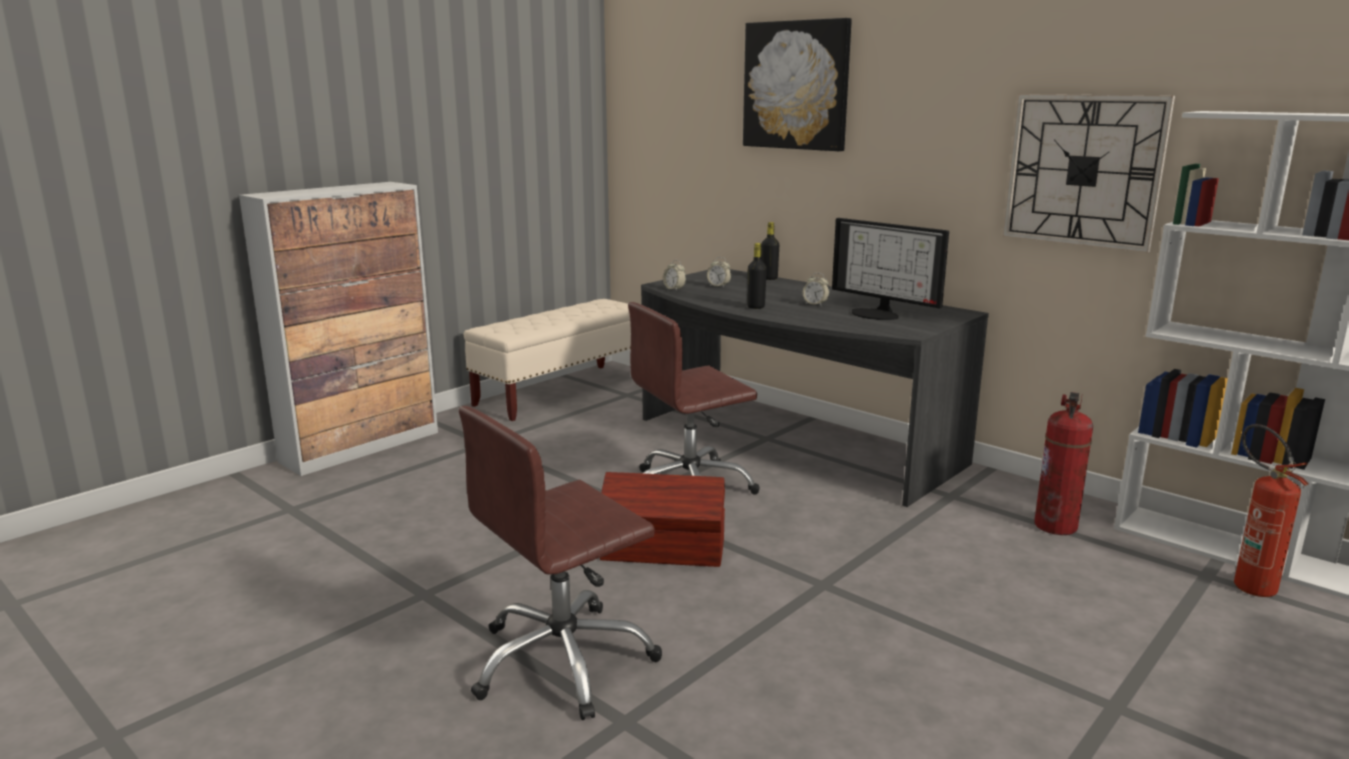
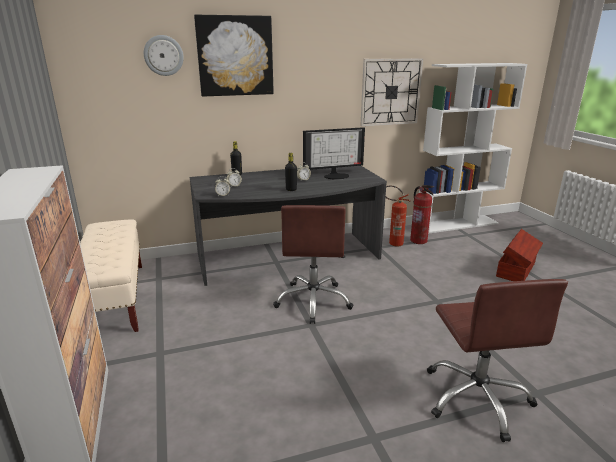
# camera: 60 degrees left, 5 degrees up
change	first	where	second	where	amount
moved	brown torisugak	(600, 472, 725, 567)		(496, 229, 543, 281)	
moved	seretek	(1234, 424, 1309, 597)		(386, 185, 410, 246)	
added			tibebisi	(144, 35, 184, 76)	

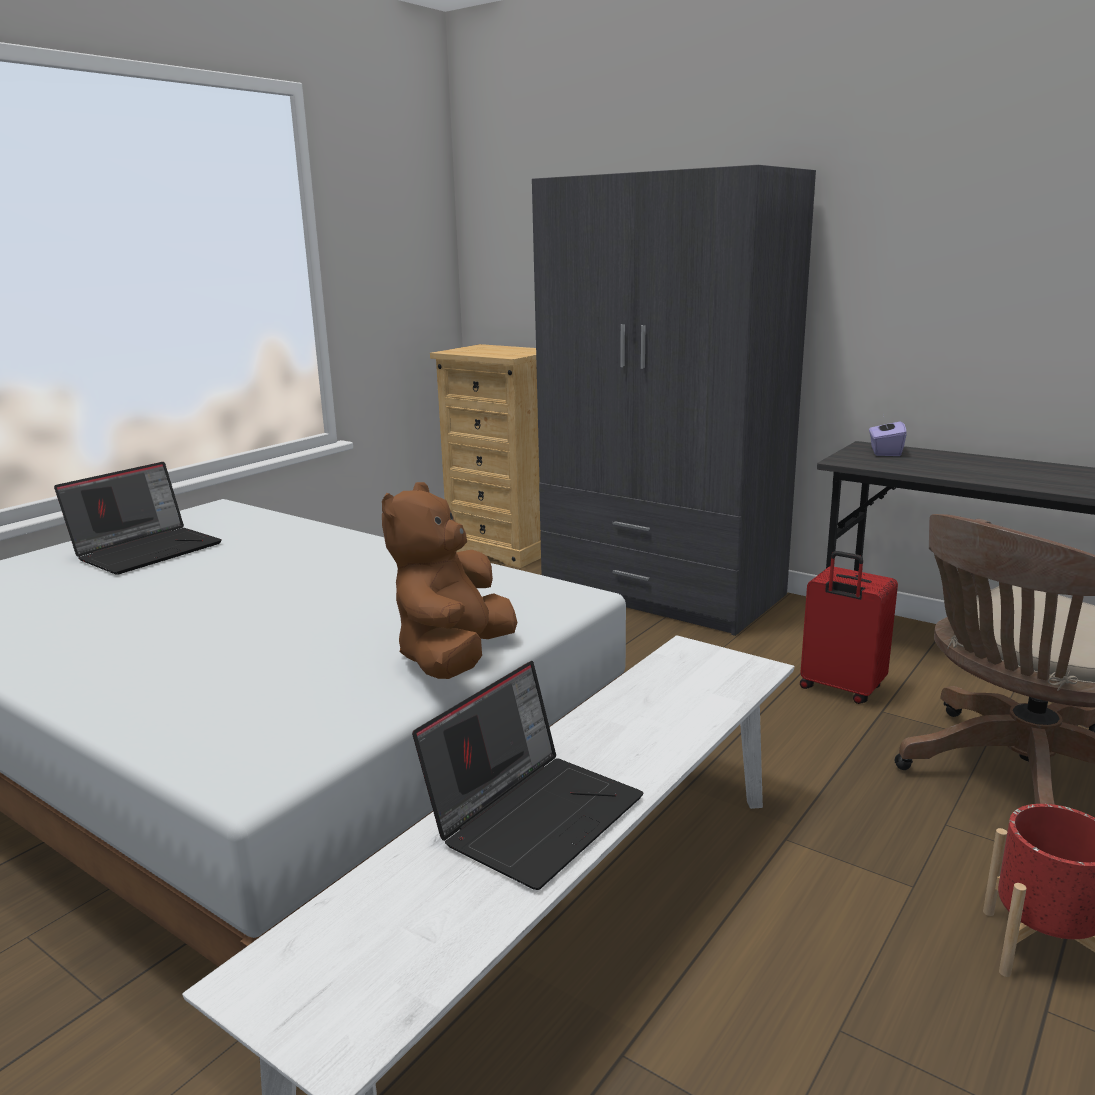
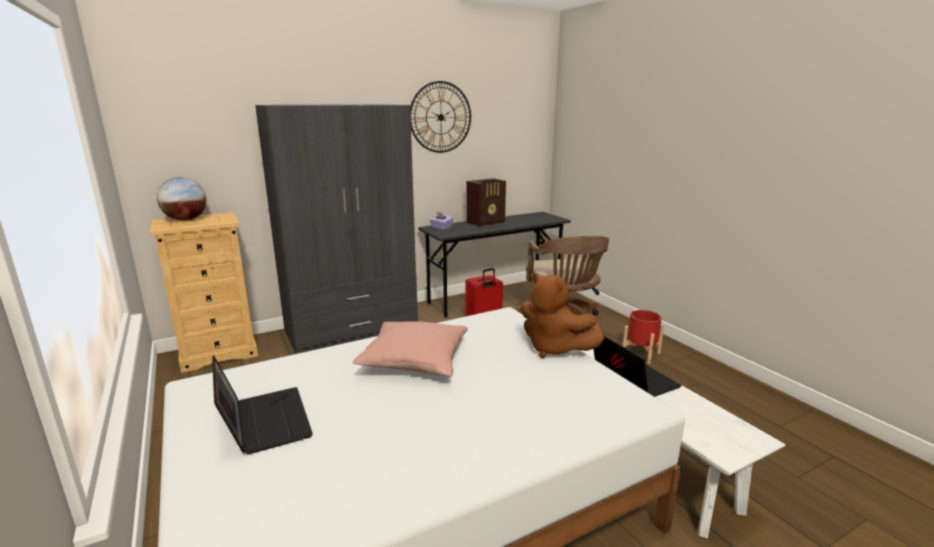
# camera: 65 degrees left, 0 degrees up
change	first	where	second	where	amount
added			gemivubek	(157, 177, 207, 221)	
added			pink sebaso	(353, 321, 468, 377)	
added			tibebisi	(410, 81, 471, 153)	
added			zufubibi	(467, 178, 506, 227)	

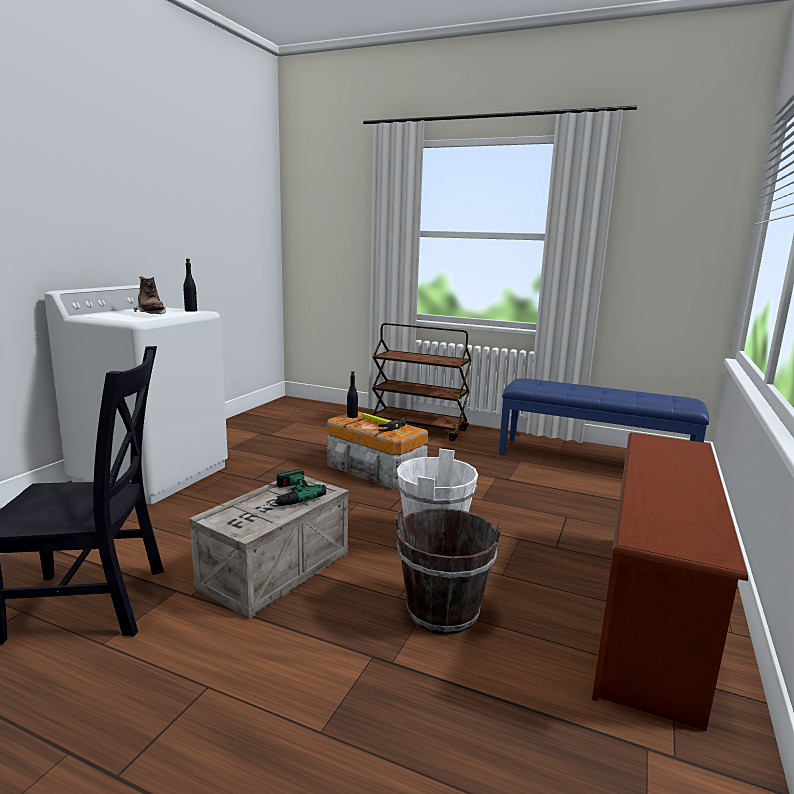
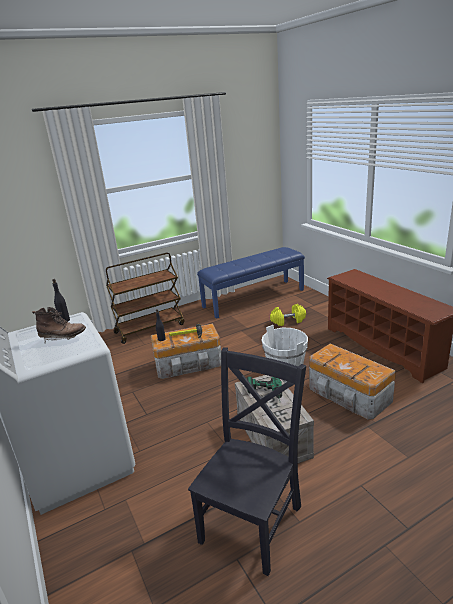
# camera: 50 degrees left, 10 degrees up
change	first	where	second	where	amount
replaced	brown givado	(395, 508, 502, 635)	torisugak	(309, 344, 396, 419)	
added			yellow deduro	(270, 304, 306, 326)	

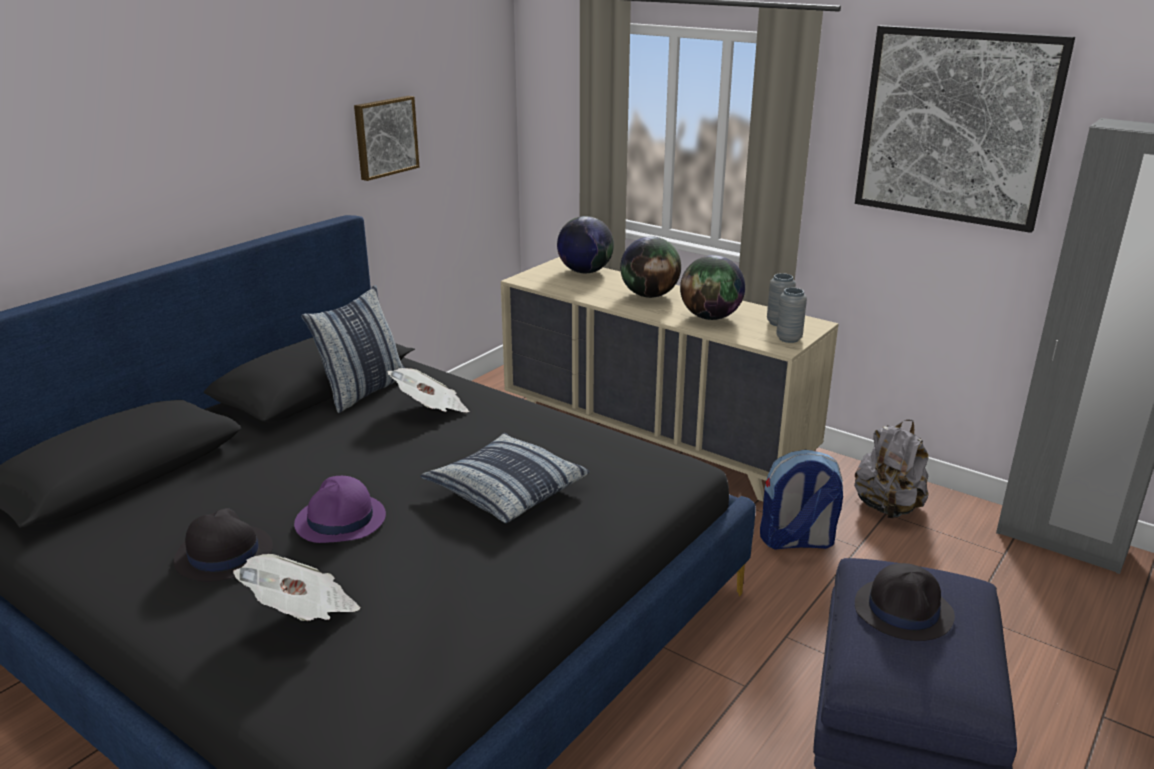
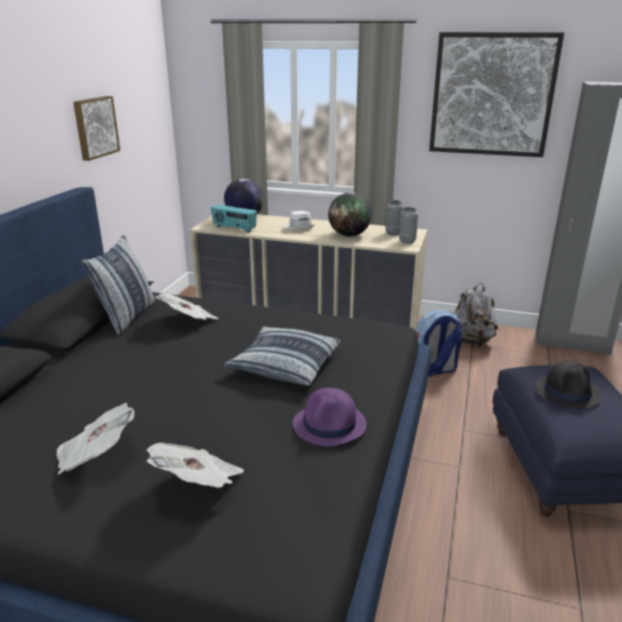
# camera: 20 degrees left, 0 degrees up
change	first	where	second	where	amount
replaced	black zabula	(174, 508, 273, 582)	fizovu	(57, 403, 135, 475)	
moved	purple zabula	(294, 476, 386, 543)		(293, 388, 366, 446)	
replaced	gemivubek	(620, 236, 681, 298)	white zabula	(286, 211, 314, 229)	
added			zufubibi	(211, 205, 257, 233)	

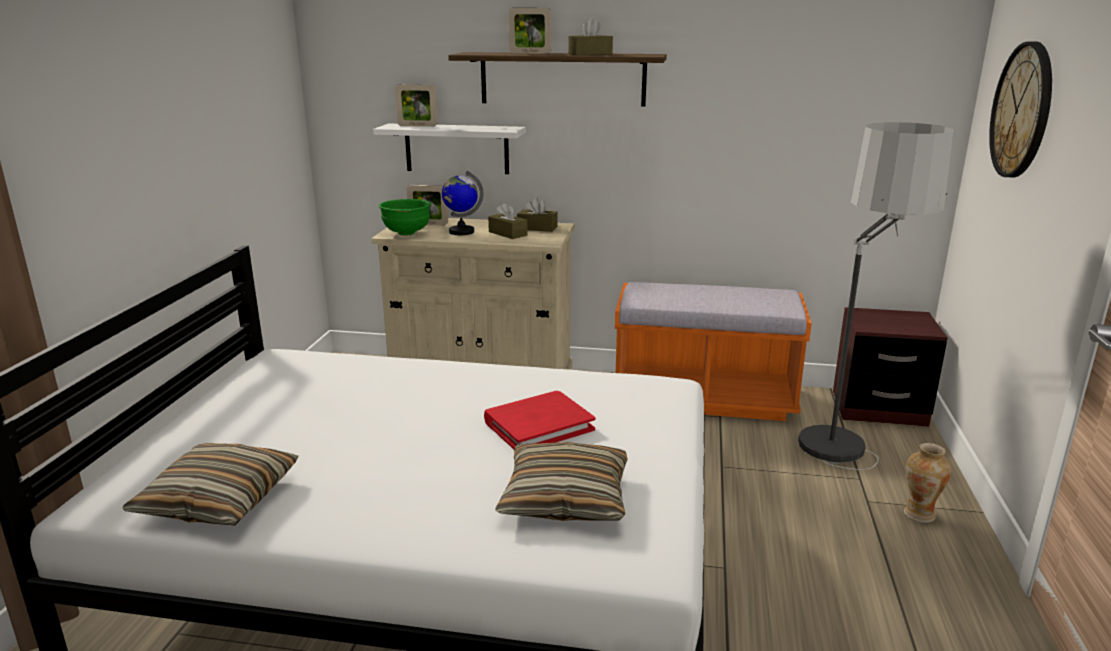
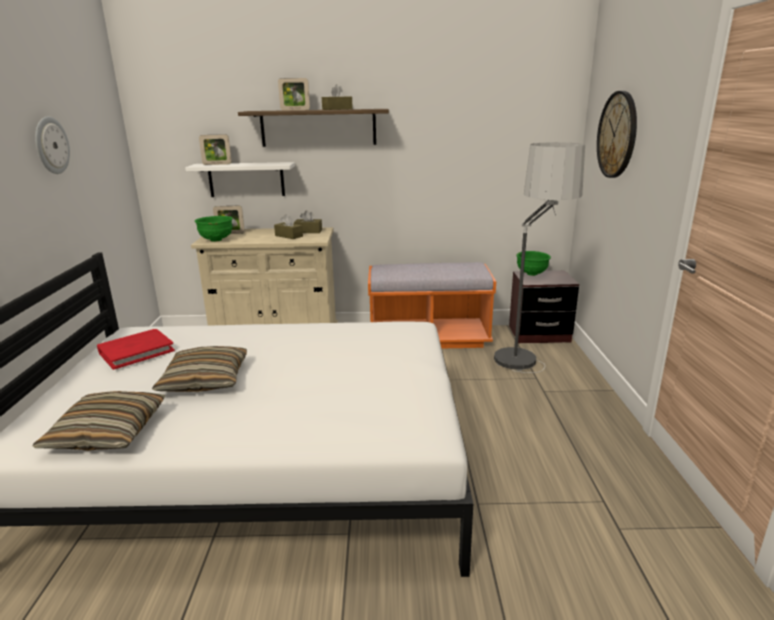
# camera: 10 degrees left, 0 degrees up
change	first	where	second	where	amount
removed	gemivubek	(442, 171, 483, 235)			
moved	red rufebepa	(484, 391, 595, 450)		(97, 329, 175, 370)	
moved	sebaso	(495, 442, 628, 521)		(152, 346, 247, 392)	
removed	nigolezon	(904, 443, 951, 523)			
added			tibebisi	(35, 116, 70, 174)	
added			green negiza	(516, 251, 551, 276)	

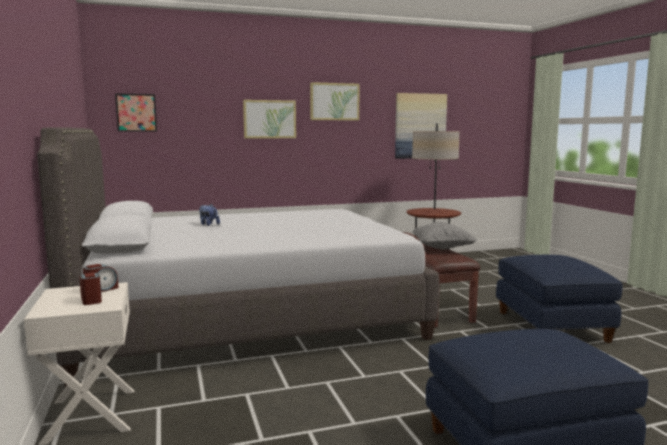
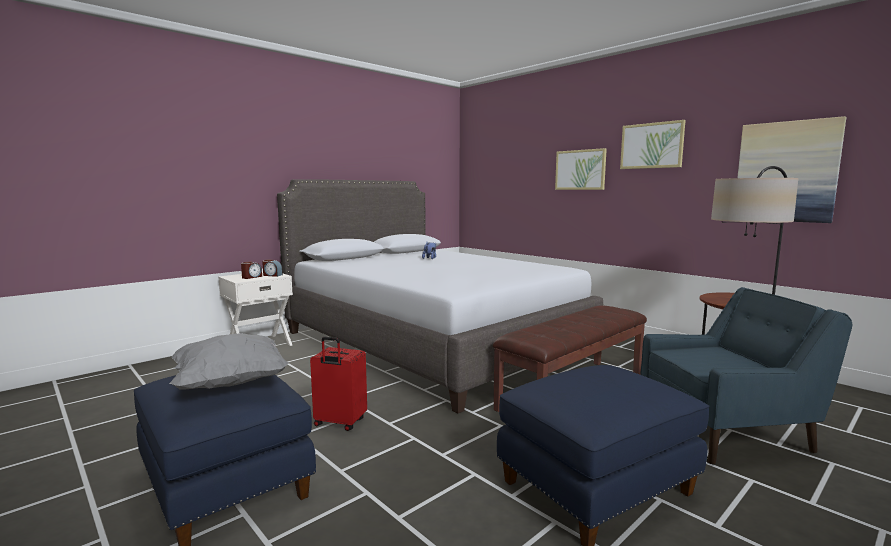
# camera: 65 degrees right, 0 degrees up
change	first	where	second	where	amount
removed	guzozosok	(115, 93, 157, 132)			
moved	grey sebaso	(412, 222, 476, 249)		(169, 333, 289, 390)	
added			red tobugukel	(310, 337, 367, 431)	
added			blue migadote	(640, 287, 853, 464)	

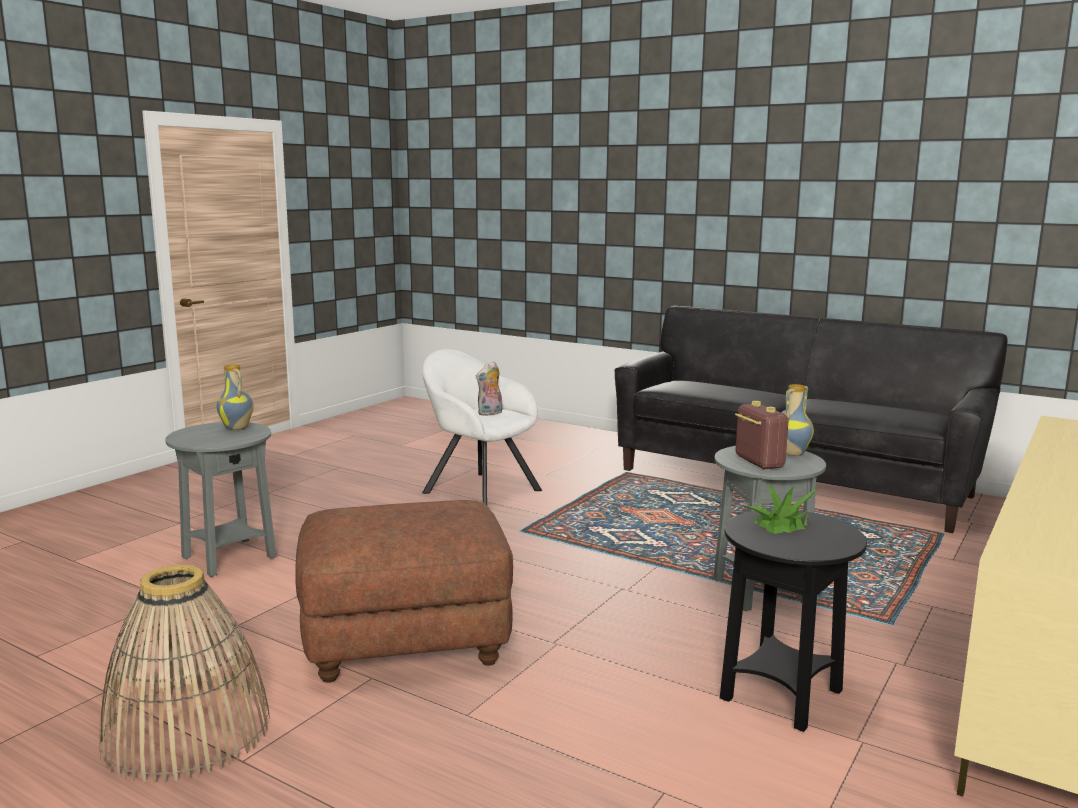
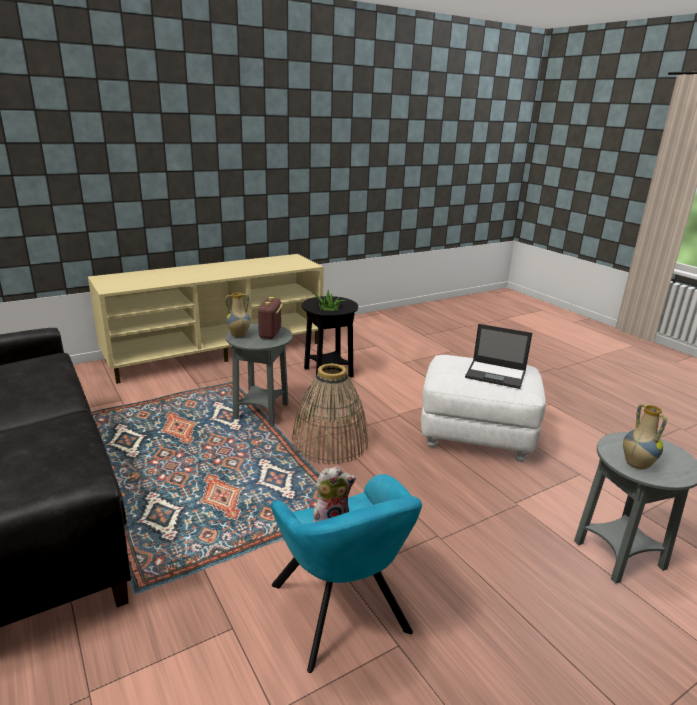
# camera: 155 degrees left, 10 degrees up
change	first	where	second	where	amount
moved	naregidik	(99, 564, 270, 783)		(292, 363, 368, 464)	
recoloured	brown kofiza	(295, 500, 513, 683)	white kofiza	(421, 355, 546, 462)	
recoloured	white migadote	(422, 349, 542, 505)	turquoise migadote	(271, 474, 422, 673)	
added			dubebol	(465, 324, 532, 389)	

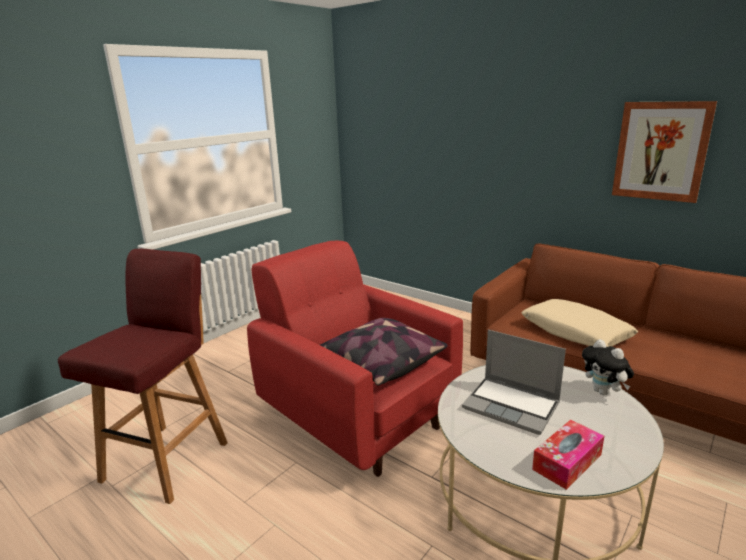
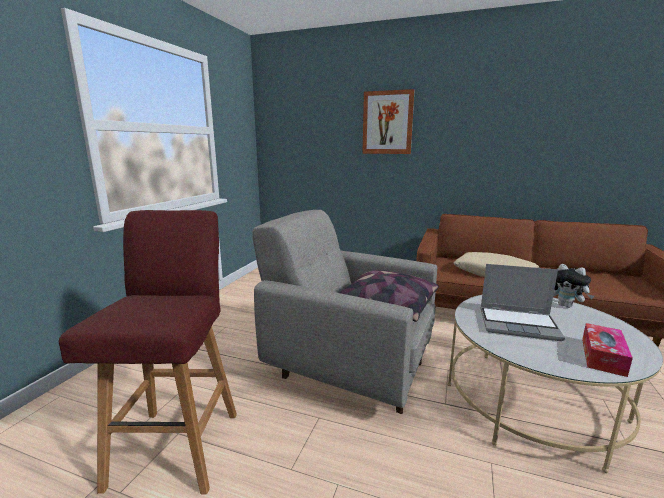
# camera: 20 degrees left, 5 degrees down
change	first	where	second	where	amount
recoloured	red migadote	(247, 241, 463, 477)	grey migadote	(252, 210, 437, 414)	
moved	guzozosok	(612, 101, 717, 203)		(362, 89, 415, 154)	

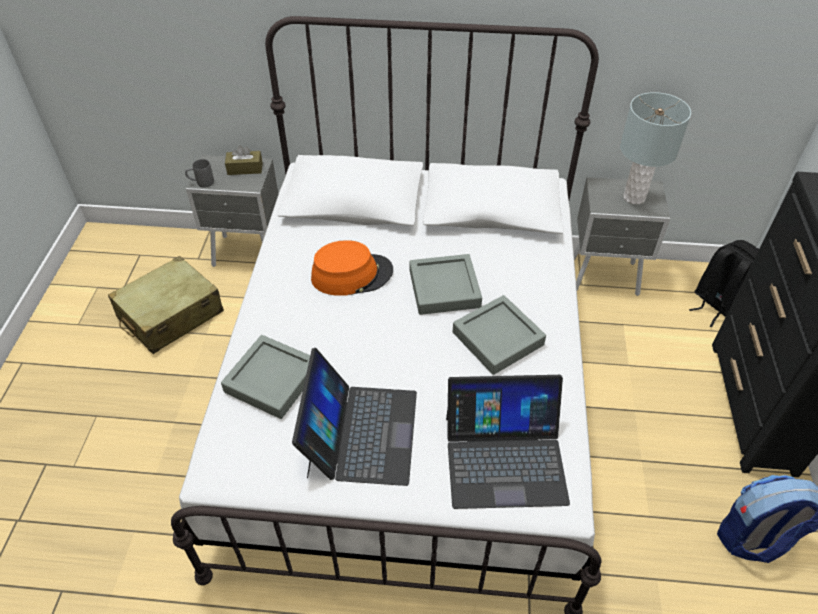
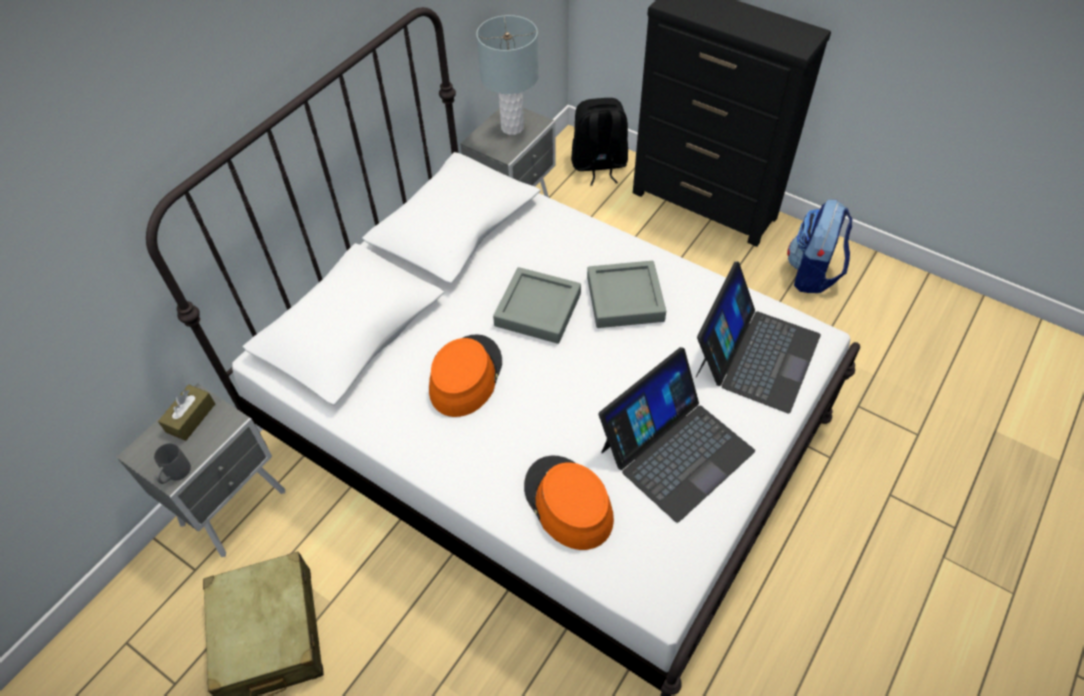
# camera: 60 degrees left, 5 degrees up
change	first	where	second	where	amount
replaced	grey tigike	(221, 335, 310, 419)	orange zabula	(524, 456, 614, 550)	
turned	dubebol	(292, 348, 417, 486)		(599, 347, 755, 523)	105 degrees clockwise

